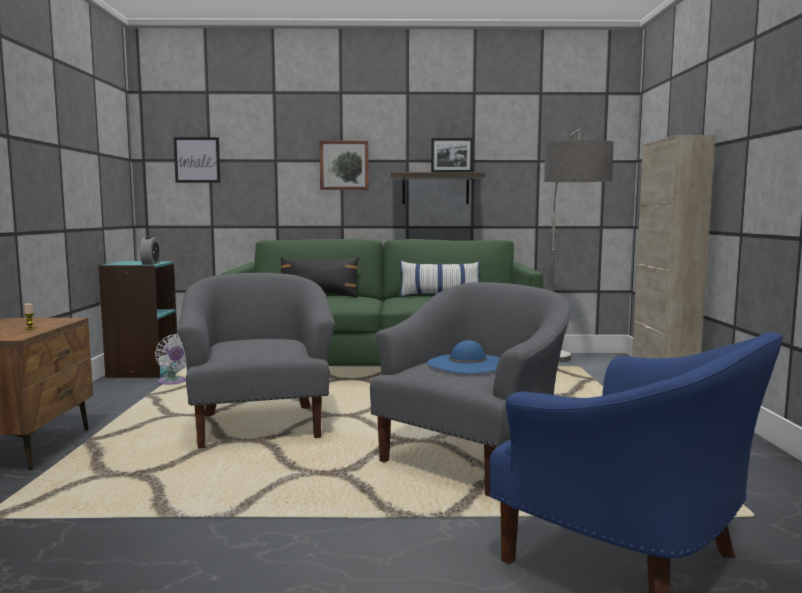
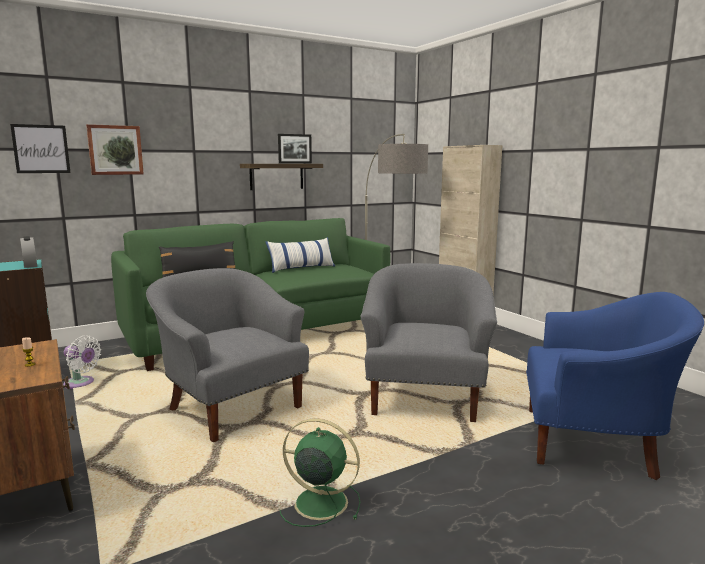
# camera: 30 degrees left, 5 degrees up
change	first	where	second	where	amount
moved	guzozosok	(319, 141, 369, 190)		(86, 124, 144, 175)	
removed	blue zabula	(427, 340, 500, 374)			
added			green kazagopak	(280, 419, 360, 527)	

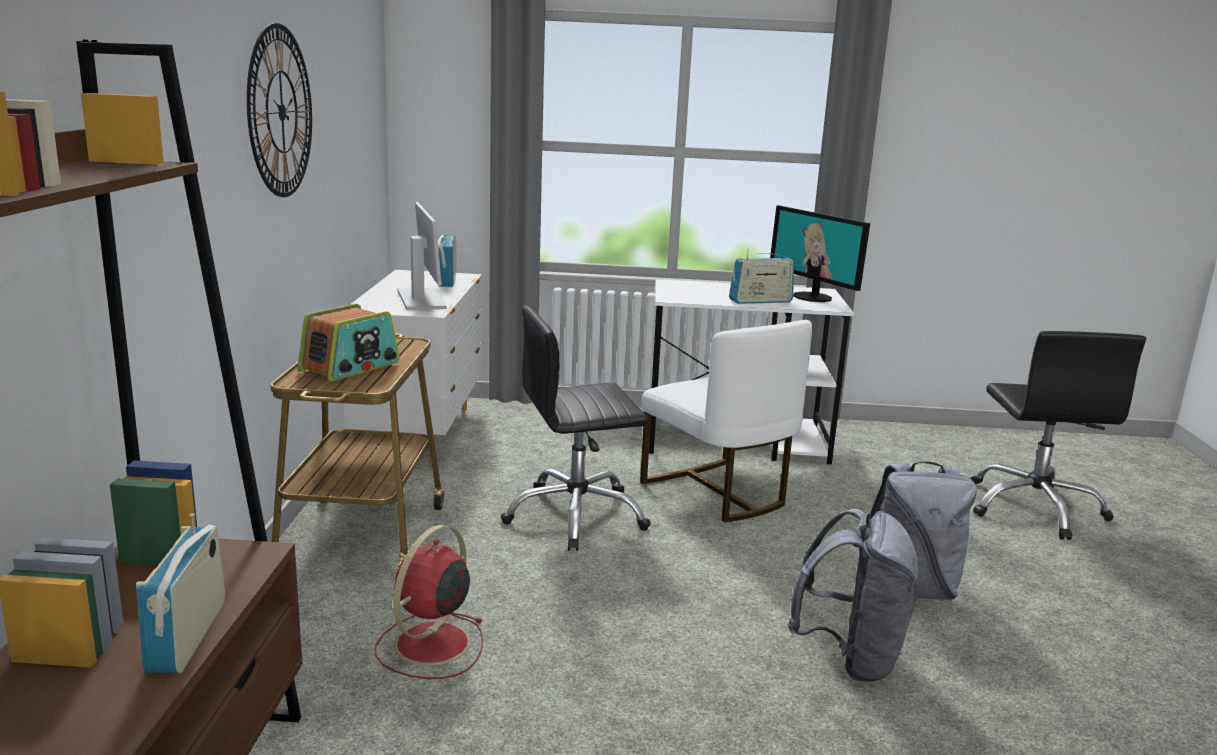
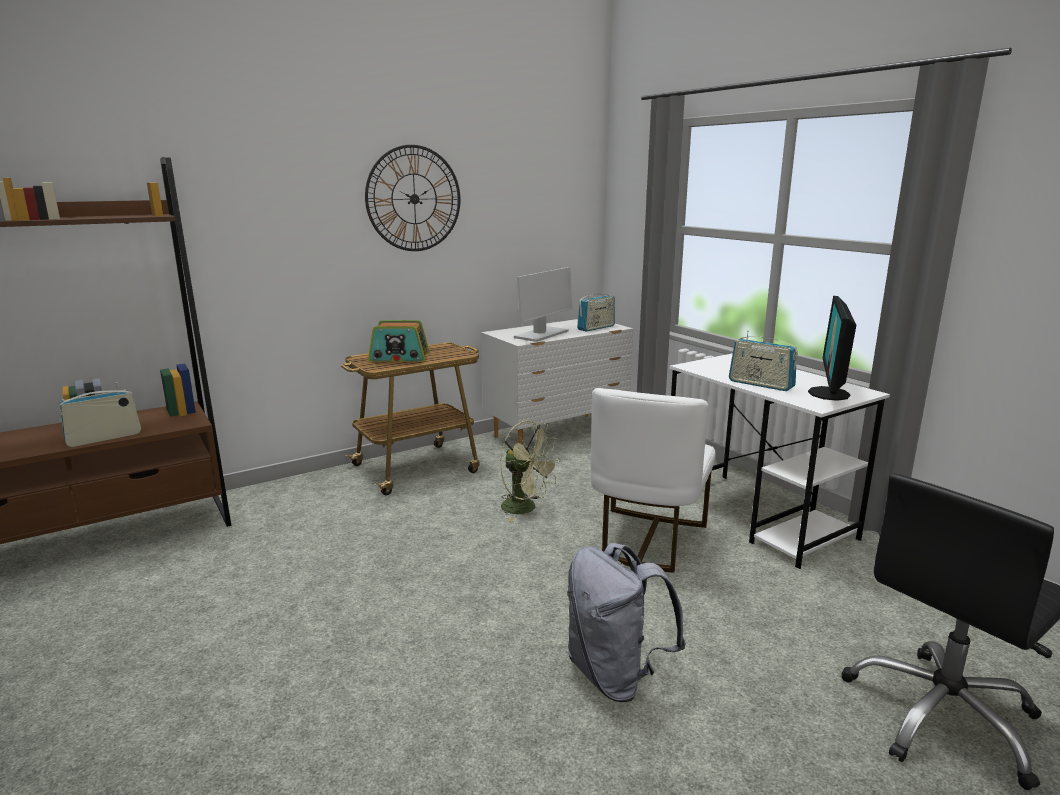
# camera: 55 degrees right, 0 degrees up
change	first	where	second	where	amount
removed	red kazagopak	(375, 525, 483, 679)			
replaced	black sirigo	(501, 305, 651, 551)	green kazagopak	(500, 420, 561, 522)	
removed	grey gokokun	(788, 509, 920, 682)			

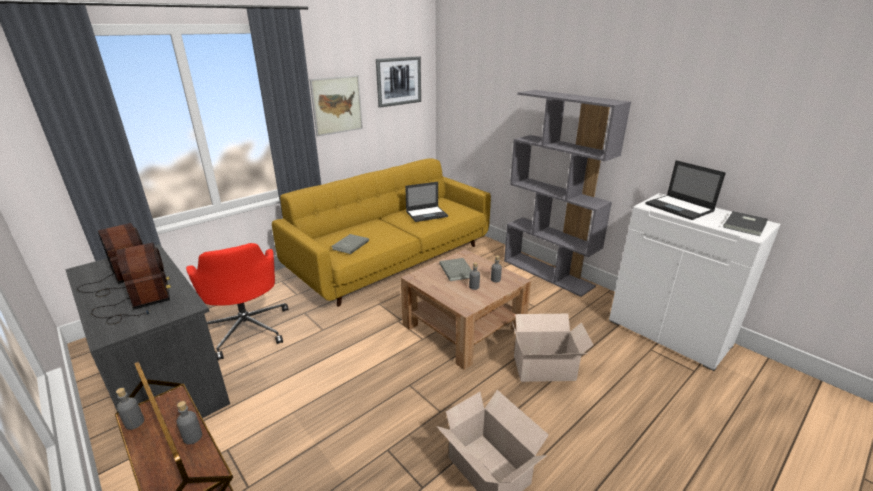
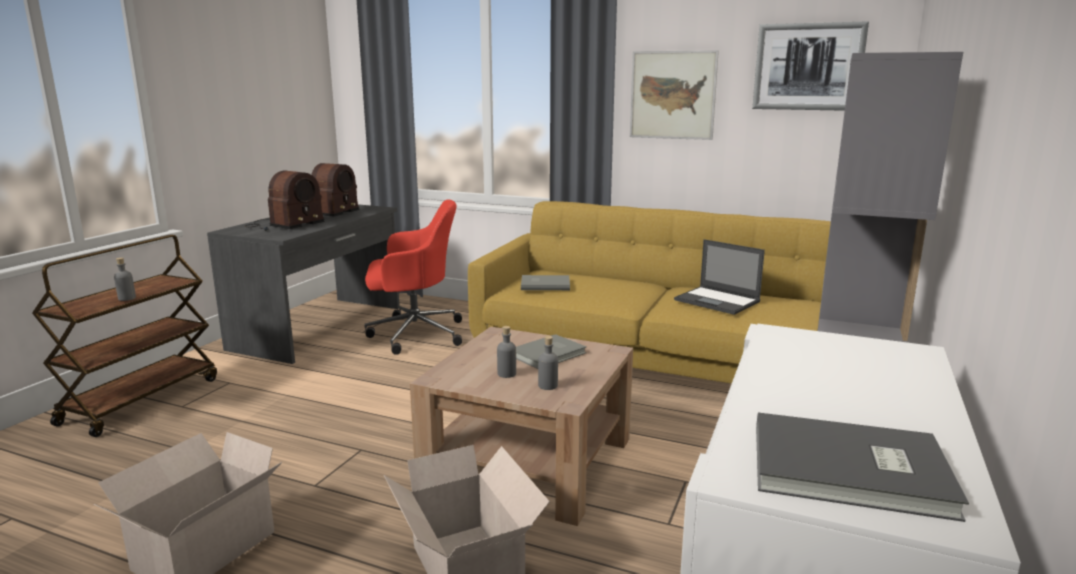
# camera: 65 degrees right, 10 degrees down
change	first	where	second	where	amount
removed	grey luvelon	(116, 388, 144, 430)			
turned	red sirigo	(186, 243, 289, 360)		(365, 199, 462, 355)	135 degrees counterclockwise
removed	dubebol	(645, 160, 726, 220)			

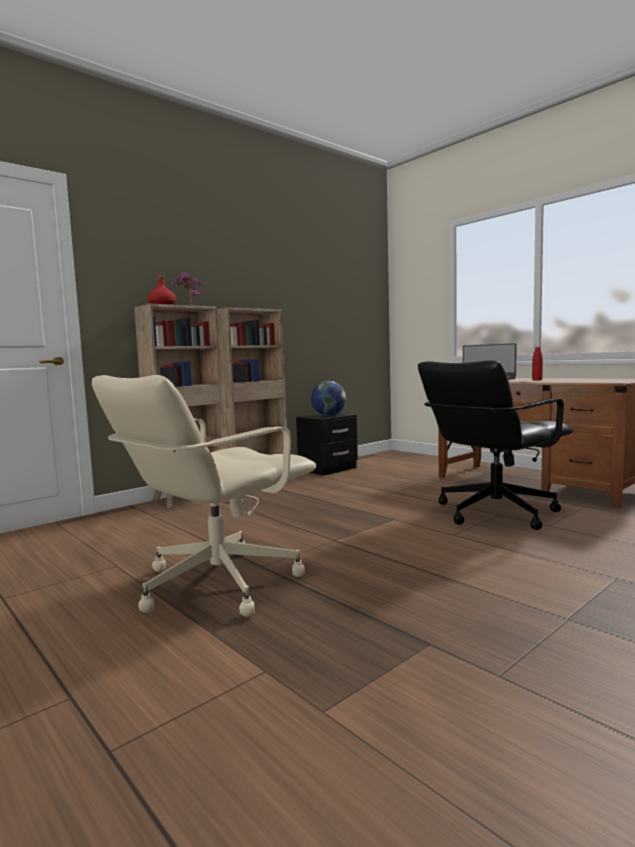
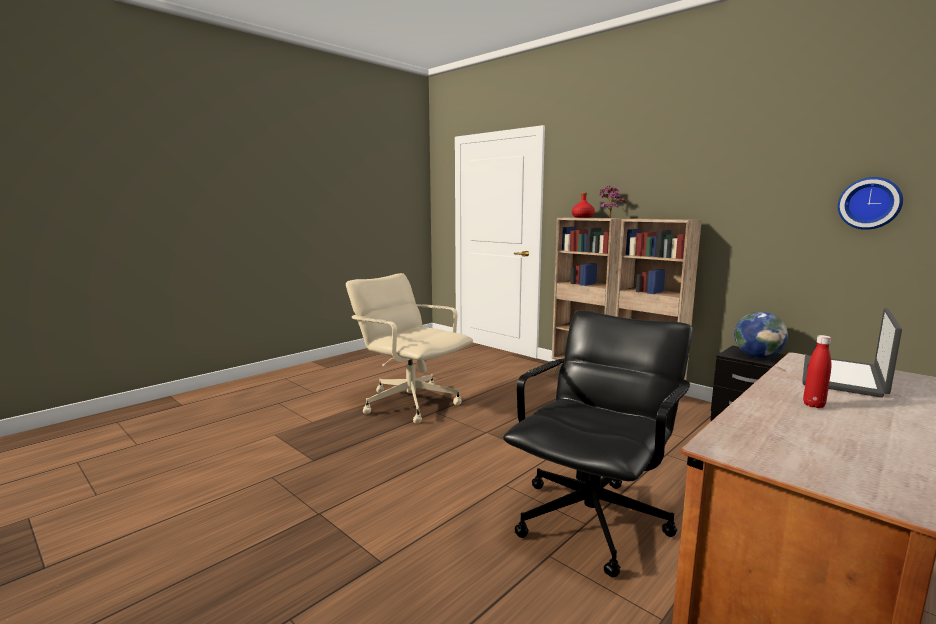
# camera: 85 degrees right, 5 degrees up
change	first	where	second	where	amount
turned	black sirigo	(418, 360, 573, 530)		(503, 310, 693, 578)	75 degrees clockwise
added			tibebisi	(838, 177, 903, 230)	

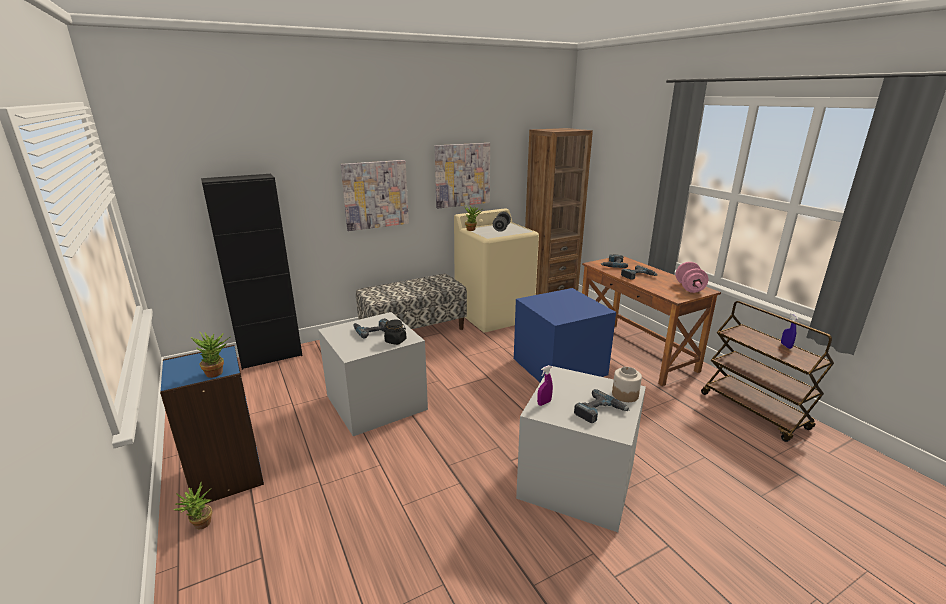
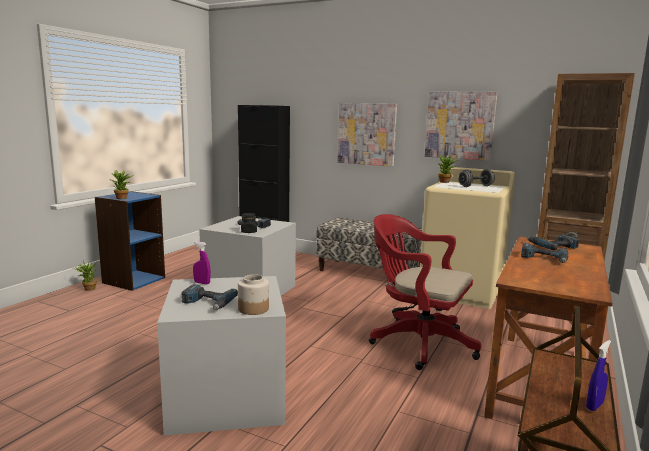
# camera: 55 degrees right, 10 degrees down
change	first	where	second	where	amount
replaced	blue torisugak	(514, 288, 616, 382)	red sirigo	(369, 214, 481, 370)	
removed	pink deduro	(675, 262, 709, 293)			

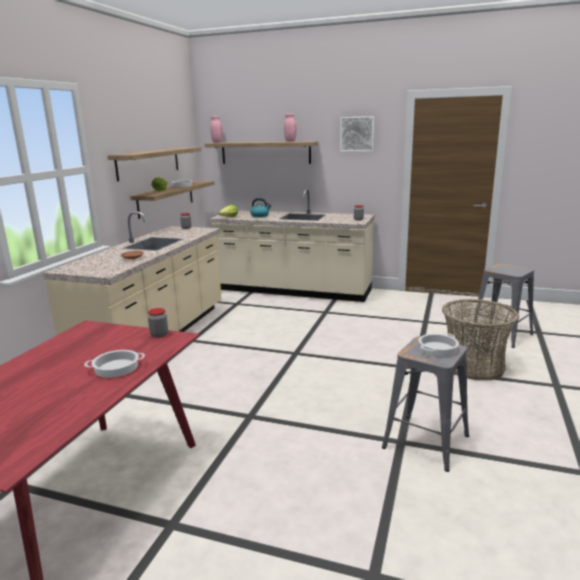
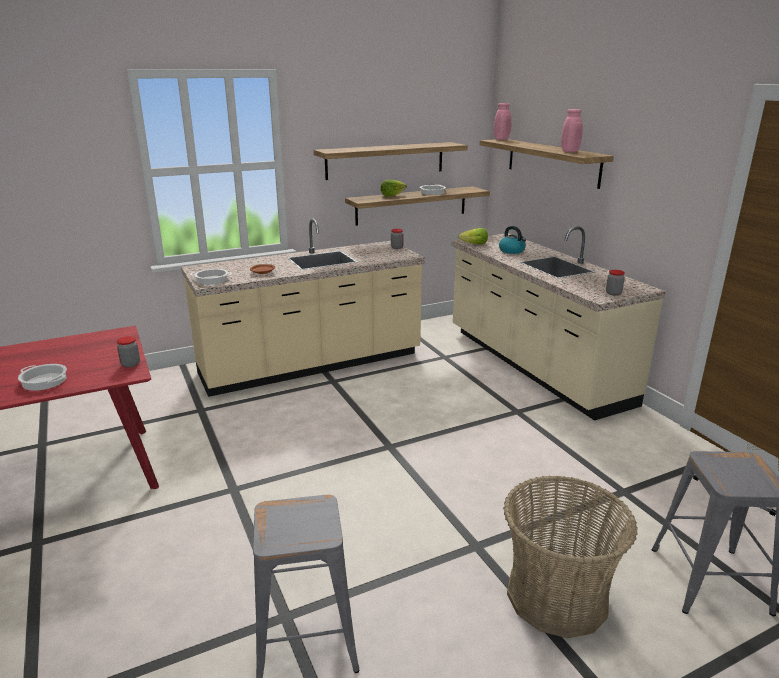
# camera: 45 degrees right, 5 degrees up
change	first	where	second	where	amount
removed	guzozosok	(340, 116, 374, 151)			
moved	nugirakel	(418, 333, 459, 357)		(190, 269, 232, 285)	

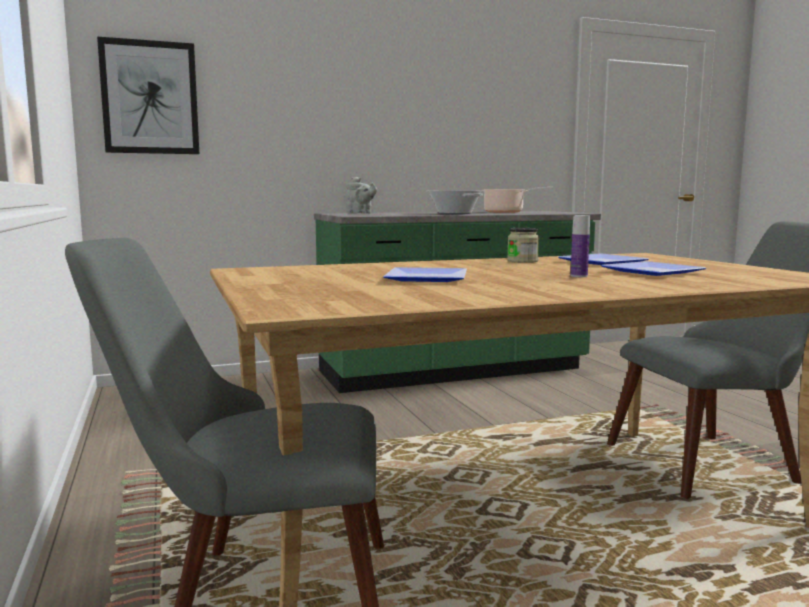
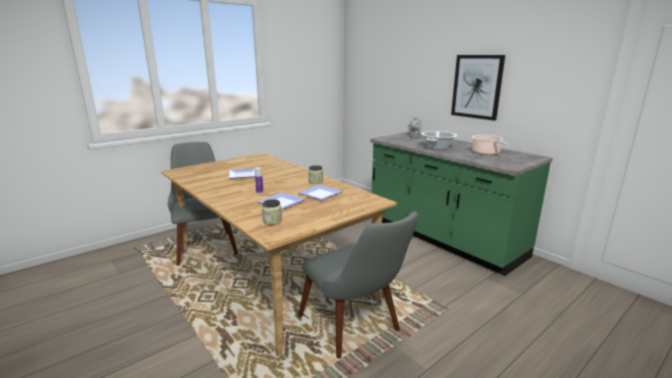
# camera: 70 degrees right, 10 degrees up
change	first	where	second	where	amount
moved	guzozosok	(97, 37, 199, 154)		(451, 55, 505, 121)	
added			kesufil	(262, 199, 282, 225)	

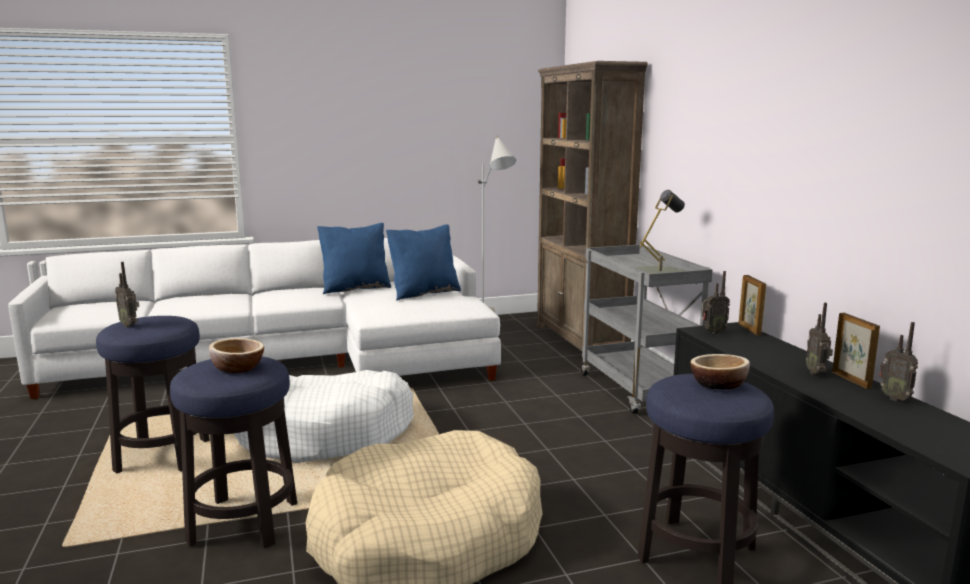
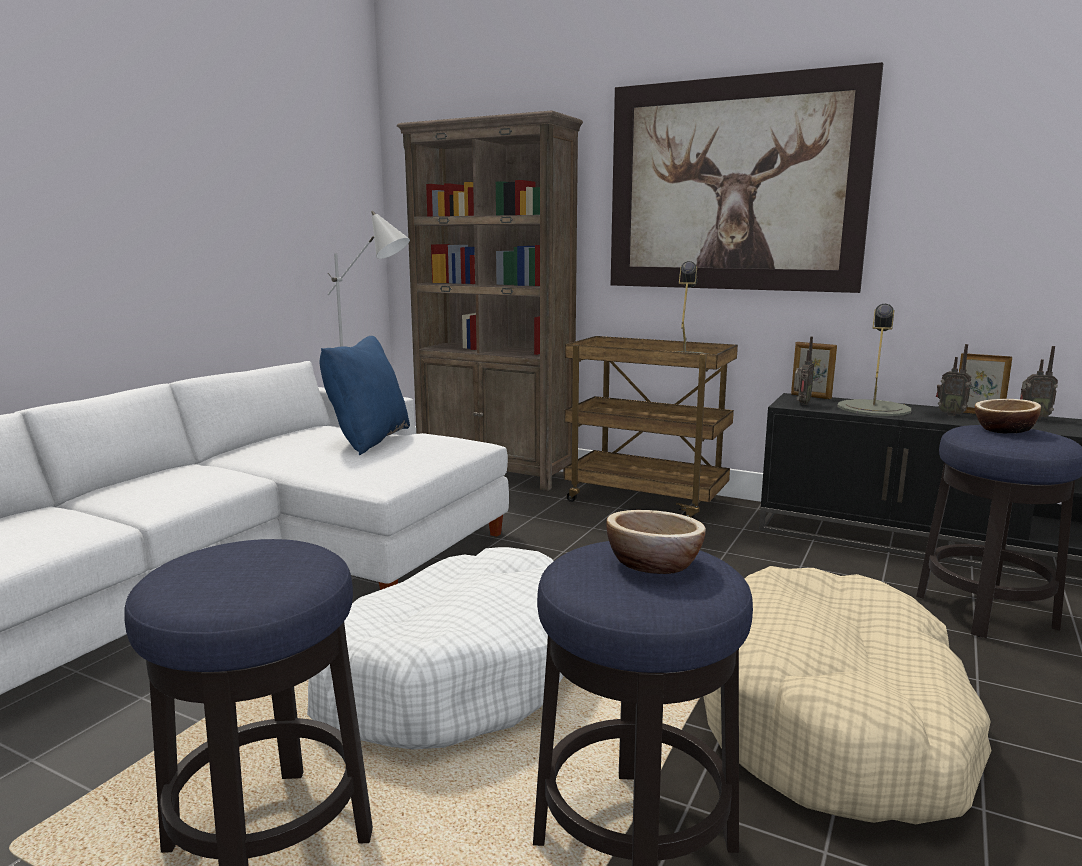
# camera: 45 degrees left, 0 degrees up
change	first	where	second	where	amount
removed	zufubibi	(115, 262, 139, 327)			
removed	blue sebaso	(317, 223, 391, 294)			
recoloured	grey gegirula	(581, 245, 712, 414)	brown gegirula	(564, 336, 738, 518)	
added			guzozosok	(611, 62, 883, 293)	
added			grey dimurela	(837, 304, 911, 416)	

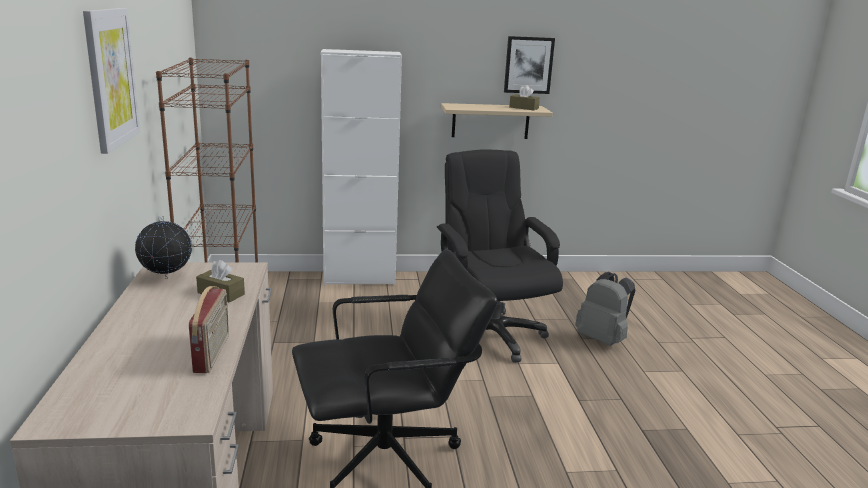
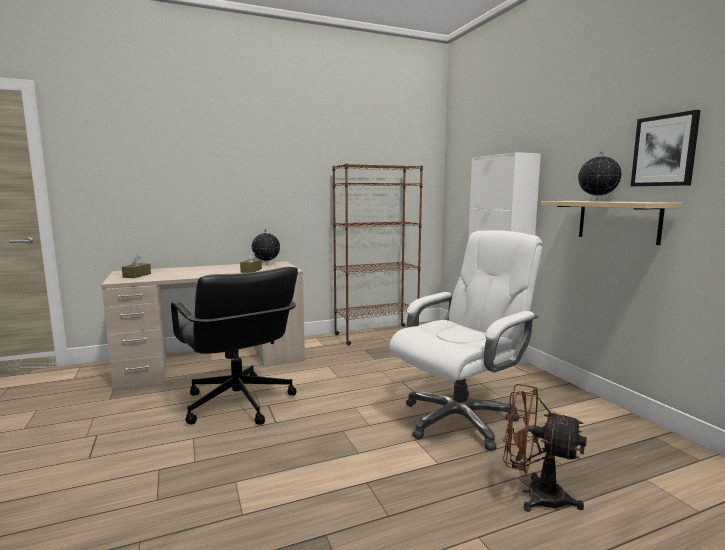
# camera: 75 degrees right, 10 degrees down
change	first	where	second	where	amount
removed	guzozosok	(83, 8, 140, 154)			
removed	zufubibi	(189, 286, 229, 373)			
recoloured	black sirigo	(436, 149, 563, 363)	white sirigo	(389, 230, 542, 451)	
moved	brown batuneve	(509, 85, 540, 110)		(122, 255, 151, 278)	
replaced	grey gokokun	(575, 272, 635, 346)	brown kazagopak	(503, 384, 587, 512)	
added			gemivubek	(578, 152, 622, 201)	

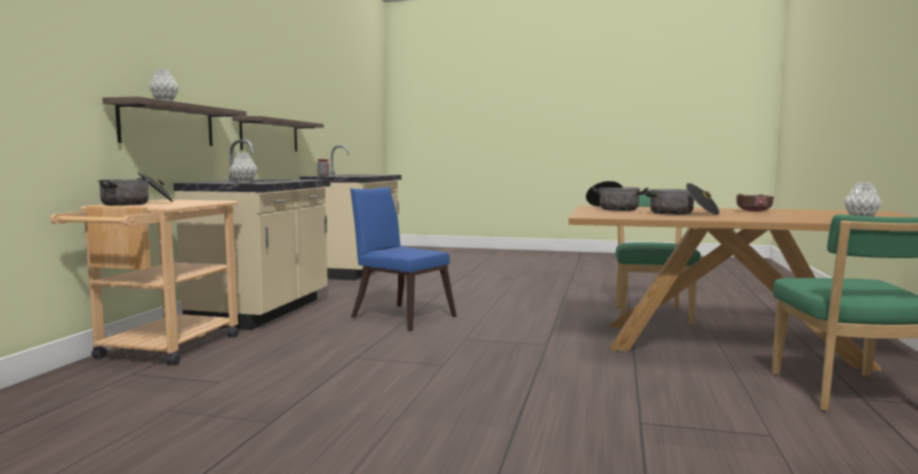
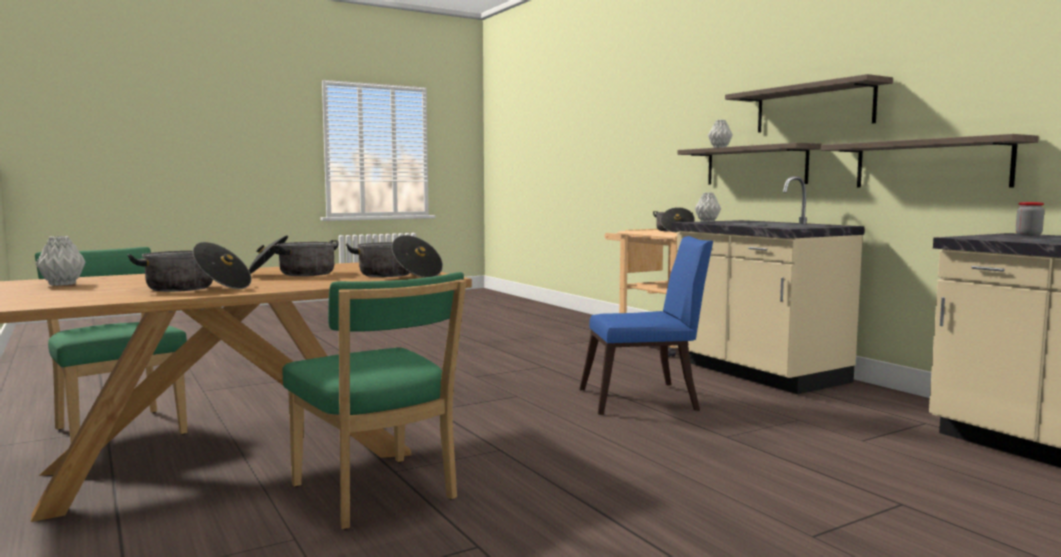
# camera: 135 degrees right, 0 degrees up
change	first	where	second	where	amount
replaced	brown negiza	(736, 193, 774, 212)	nugirakel	(128, 242, 252, 292)	
added			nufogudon	(725, 74, 893, 133)	

